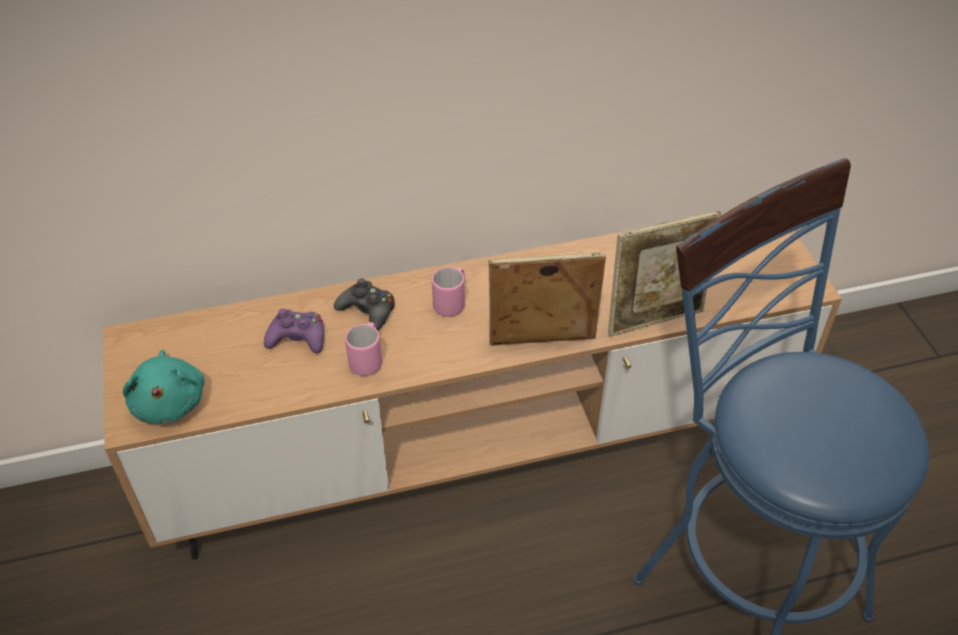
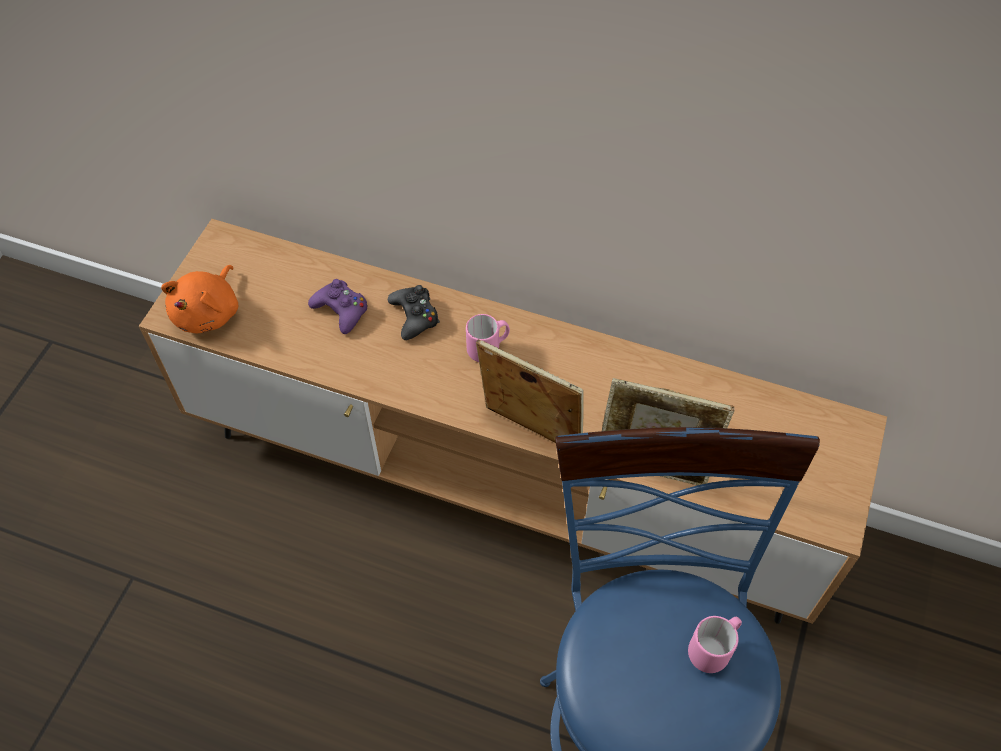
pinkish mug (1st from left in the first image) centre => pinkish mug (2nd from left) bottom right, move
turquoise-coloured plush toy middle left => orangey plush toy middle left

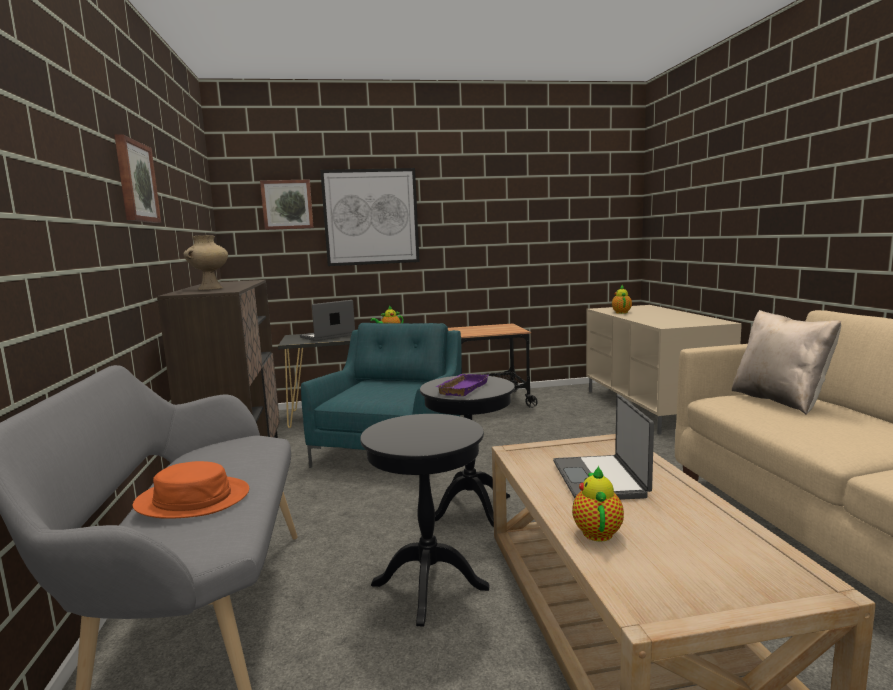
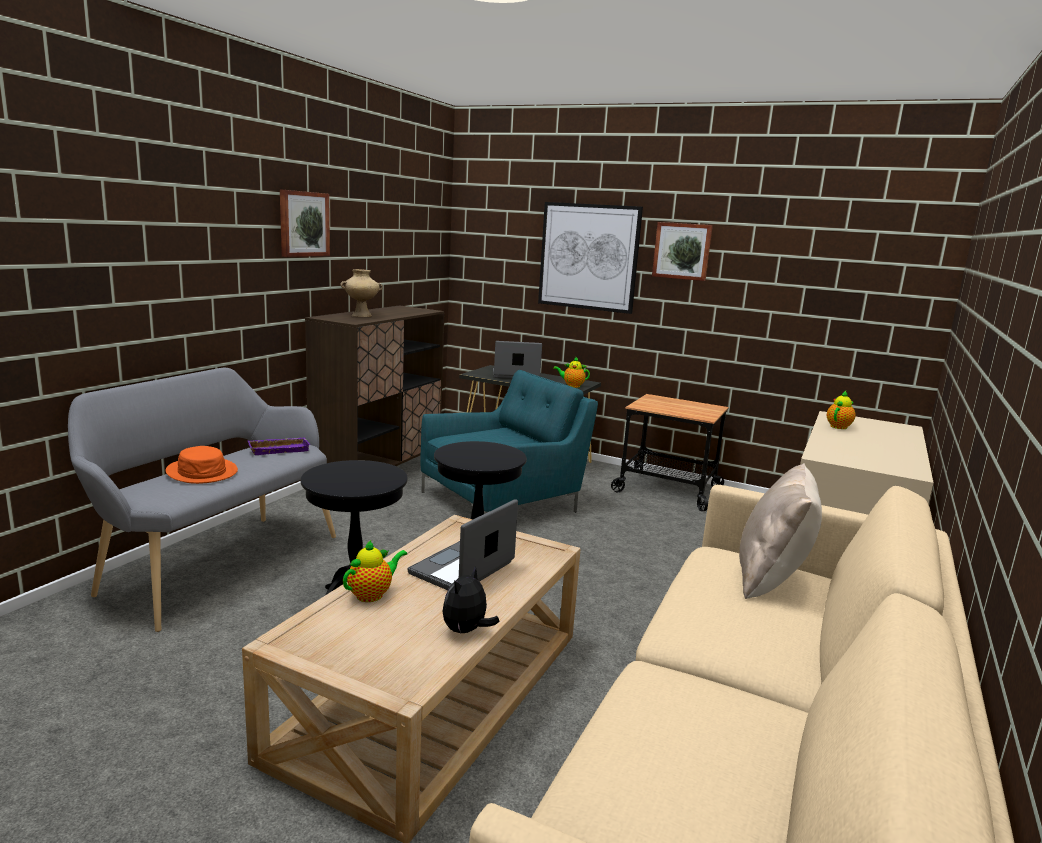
wall picture (2nd from left in the first image) top left => wall picture (3rd from left) top centre, move
purple-coloured tray centre => purple-coloured tray middle left, move
nothing => plush toy bottom centre

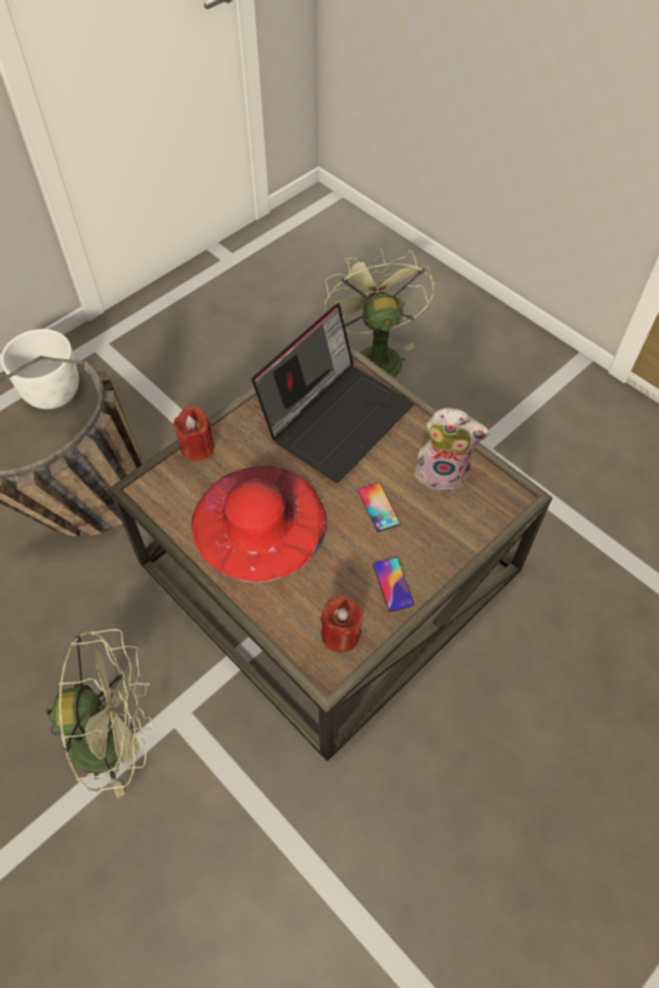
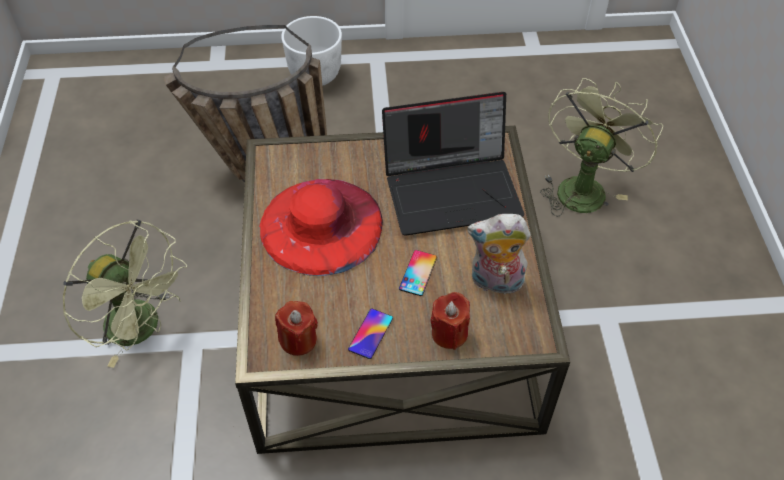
reddish candle (1st from left in the first image) middle left => reddish candle (2nd from left) bottom centre, move
plush toy middle right => plush toy centre, 135 degrees clockwise

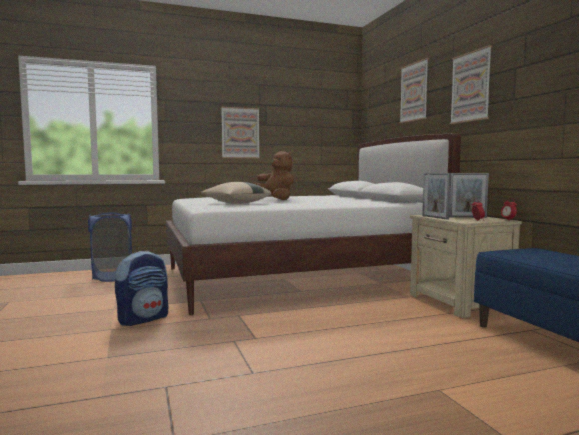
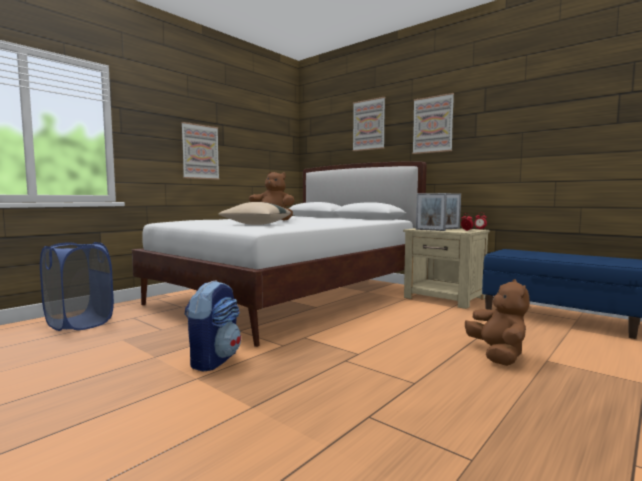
nothing => brownish plush toy (2nd from left) bottom right

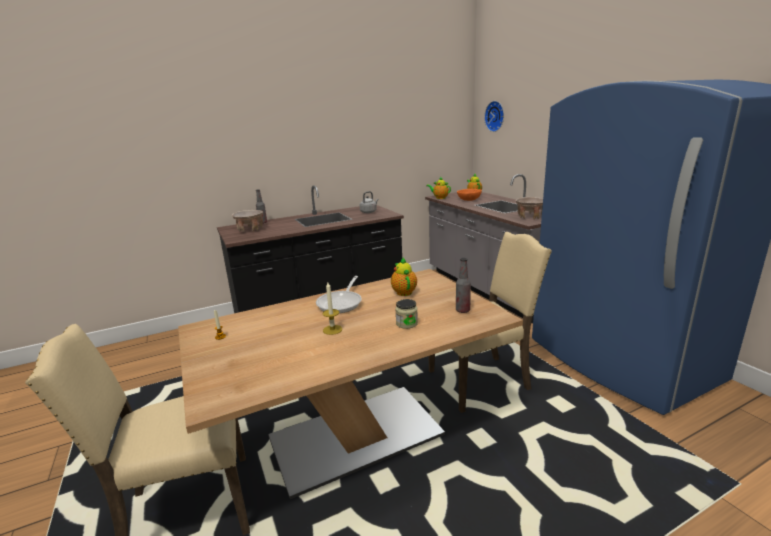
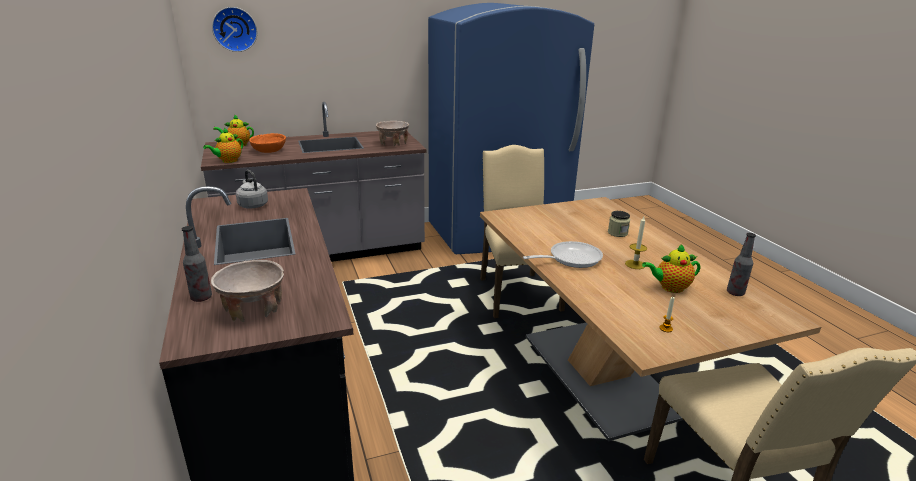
pot for tea (1st from left in the first image) centre => pot for tea (3rd from left) middle right, move
beverage bottle (2nd from left) centre => beverage bottle (2nd from left) middle right, move
frying pan centre, 45 degrees counterclockwise

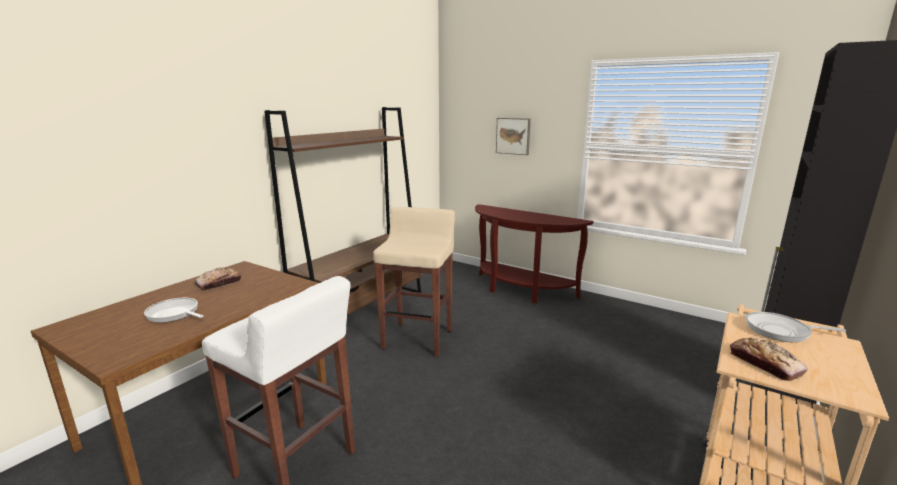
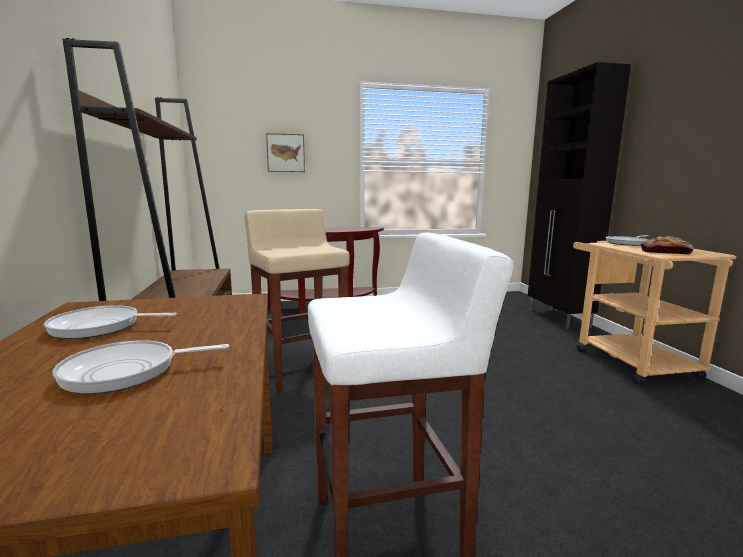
baked bread (1st from left) middle left => frying pan (1st from left) middle left

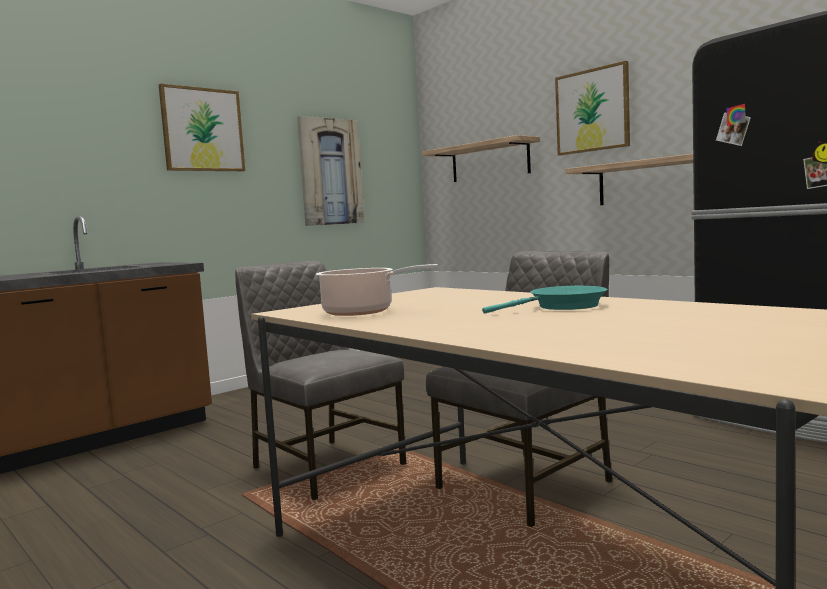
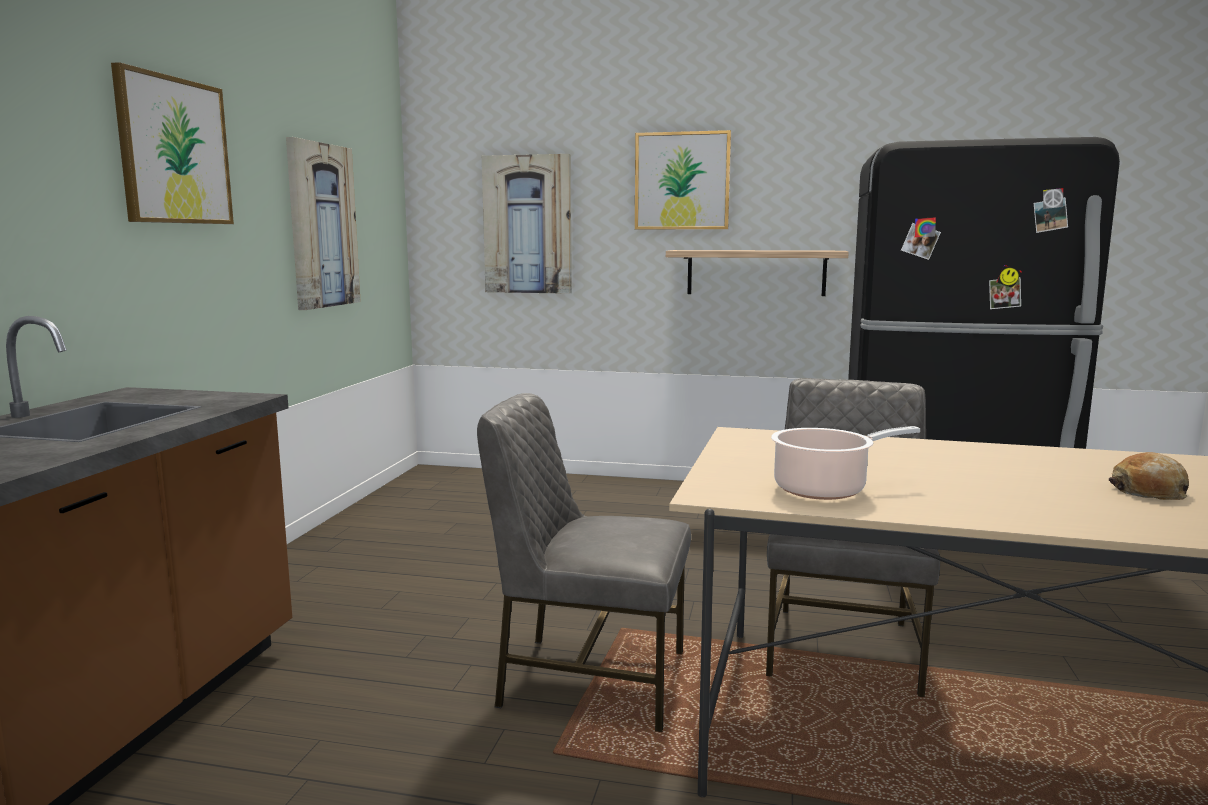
shelf (1st from left) top centre => wall picture (3rd from left) top centre
turquoise-coloured frying pan centre => nothing
nothing => baked bread middle right

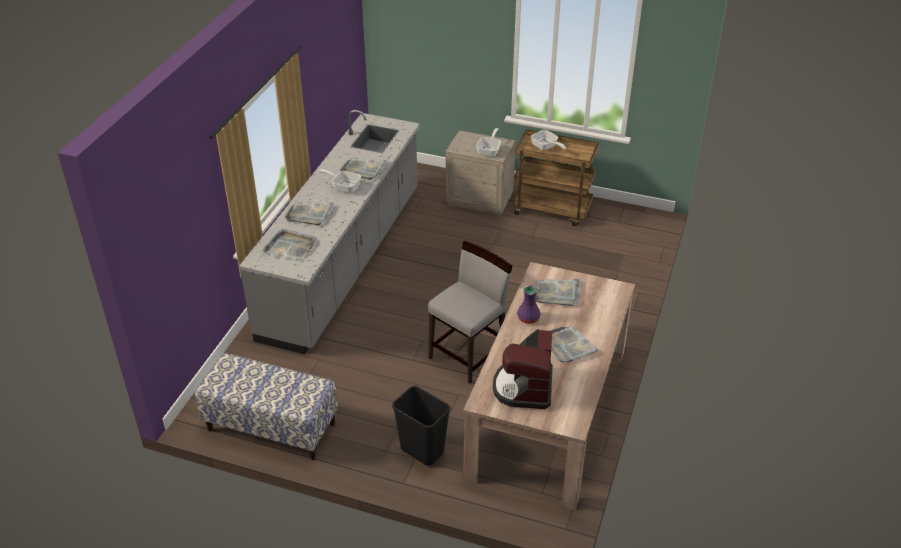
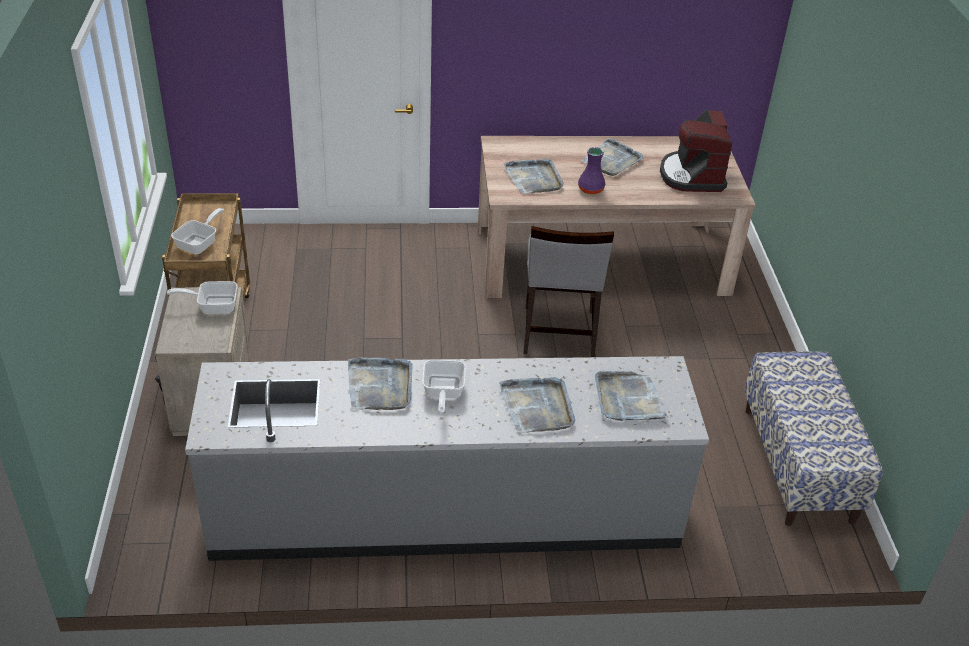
grey chair centre, 105 degrees counterclockwise
coffee machine bottom centre => coffee machine top right, 105 degrees clockwise
black-coloured rubbish bin bottom centre => nothing

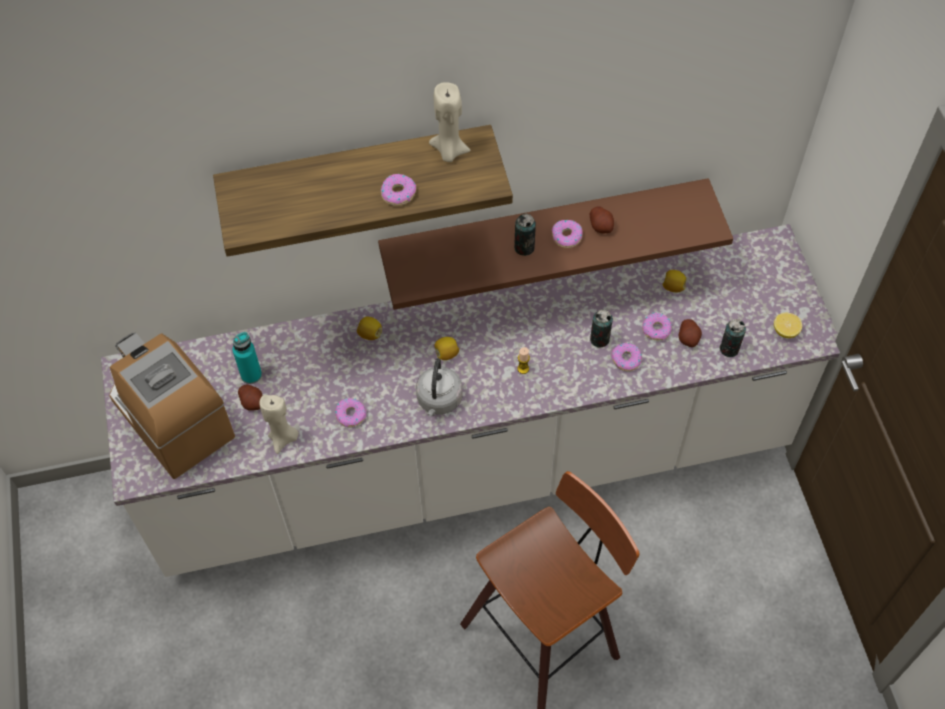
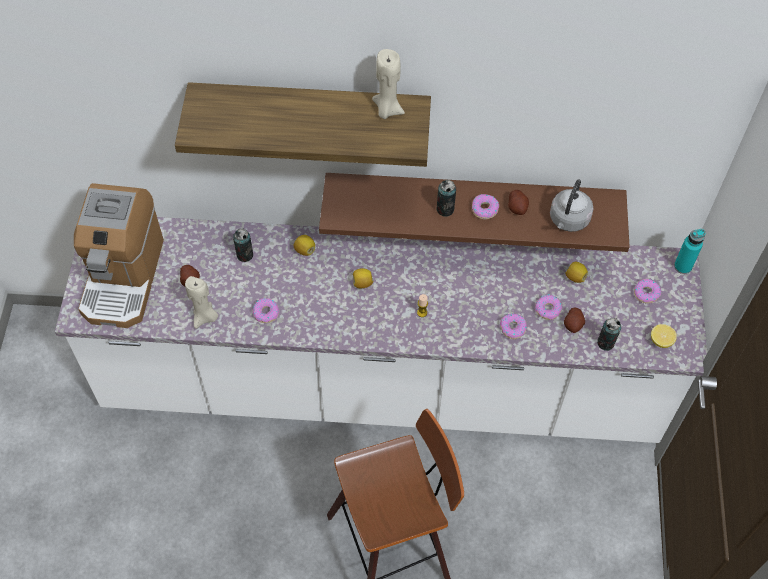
doughnut (2nd from left in the first image) top centre => doughnut (5th from left) middle right, move
can (2nd from left in the first image) centre => can (1st from left) middle left, move
turquoise-coloured beverage bottle middle left => turquoise-coloured beverage bottle middle right, move
coffee machine middle left, 150 degrees counterclockwise
grey kettle centre => grey kettle middle right, move

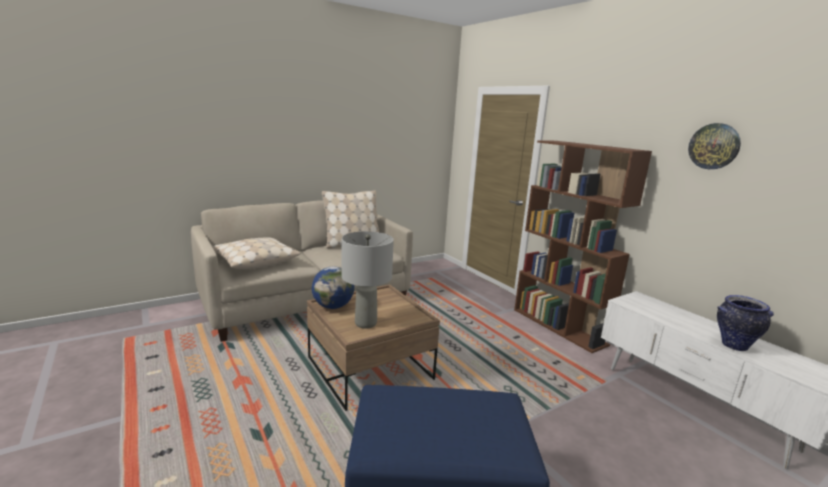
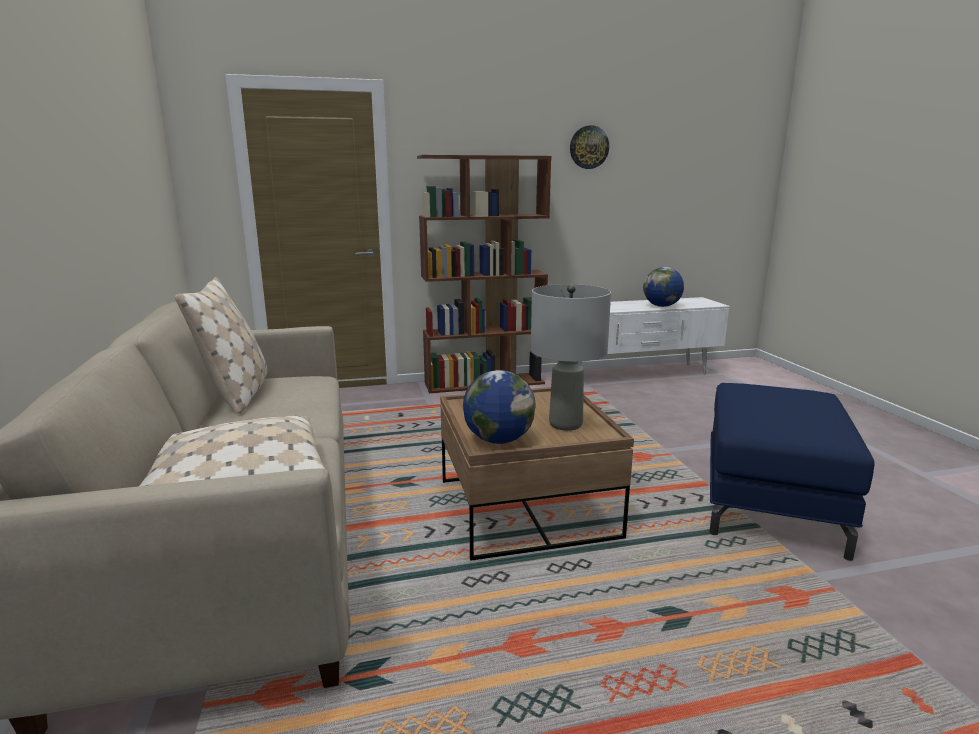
flower vase middle right => world globe (2nd from left) middle right

